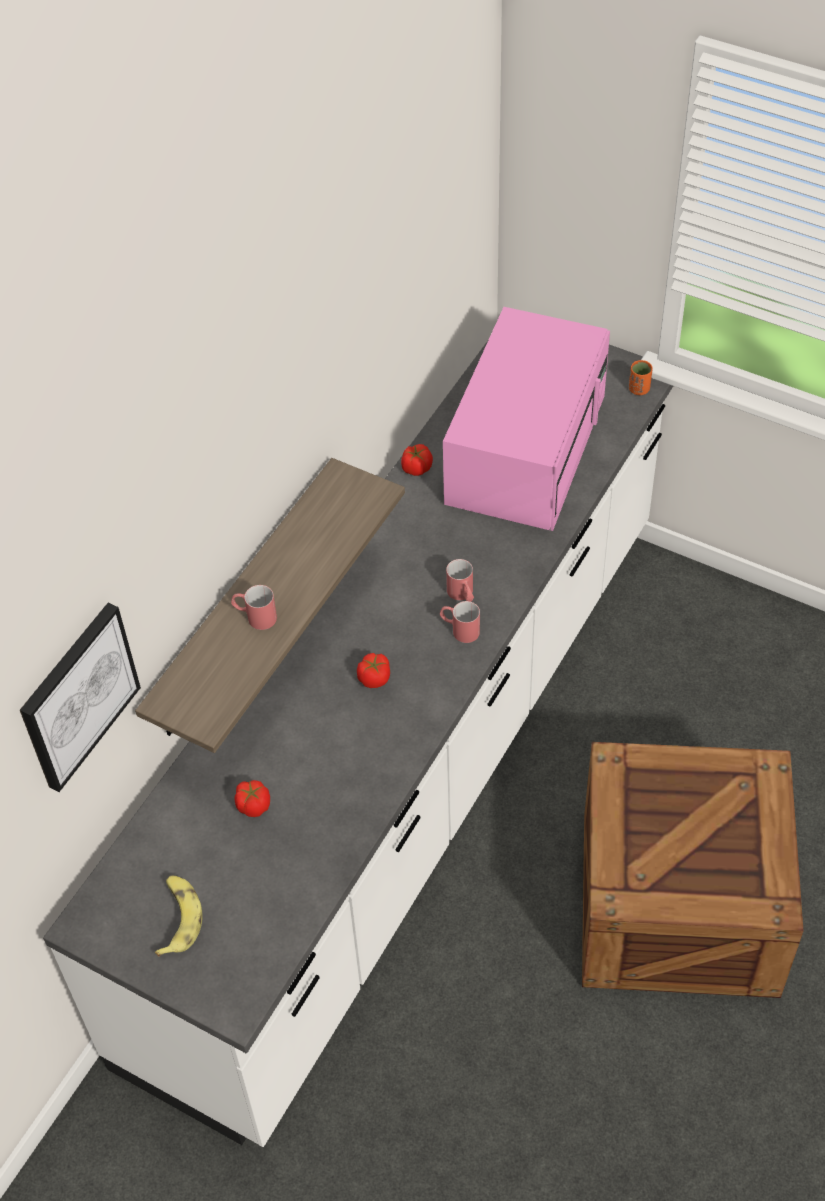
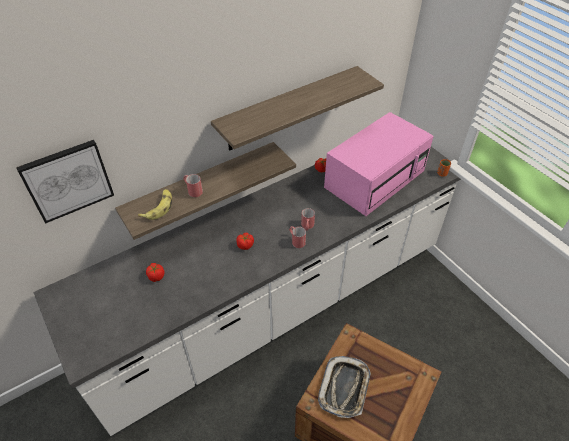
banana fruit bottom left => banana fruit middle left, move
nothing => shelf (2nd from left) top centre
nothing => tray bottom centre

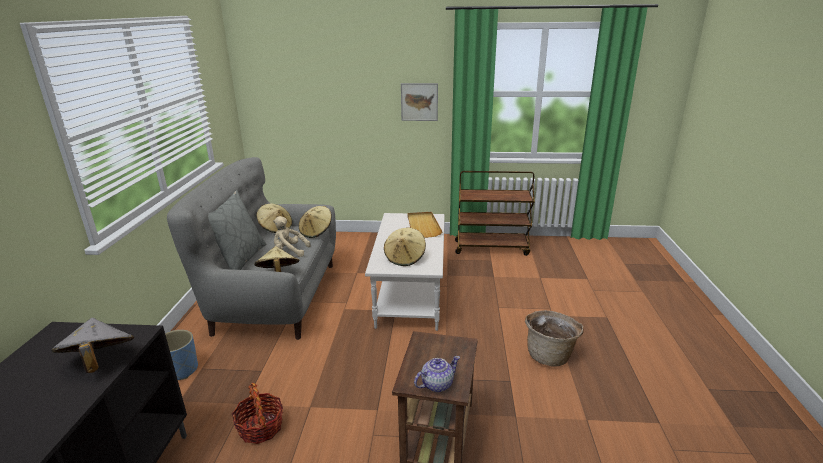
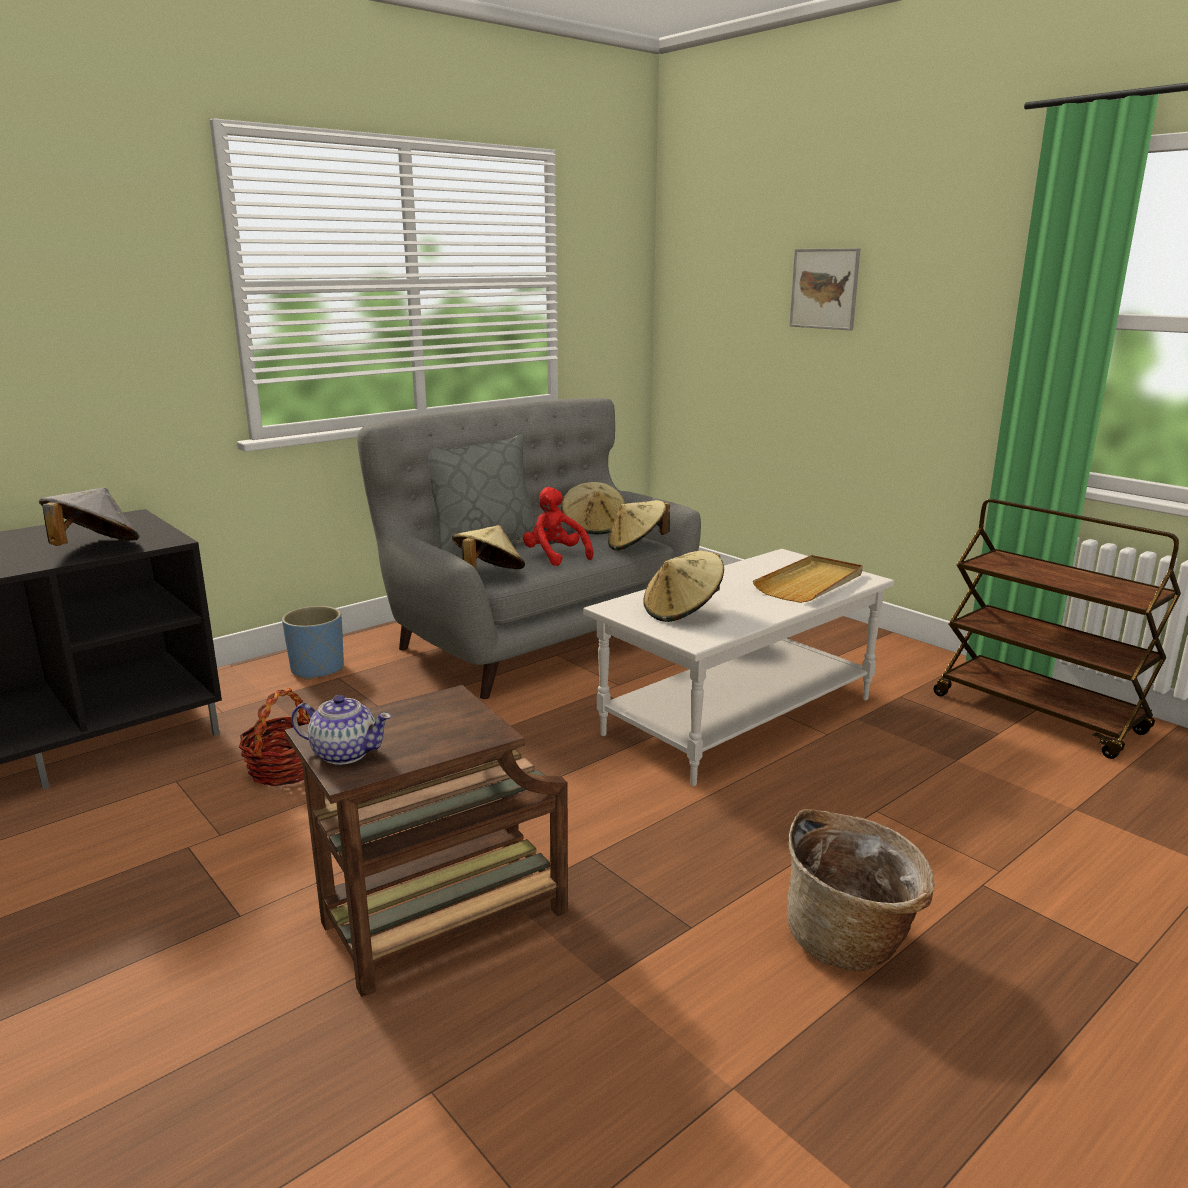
wall picture top centre => wall picture top right, move
sand-coloured plush toy centre => reddish plush toy centre

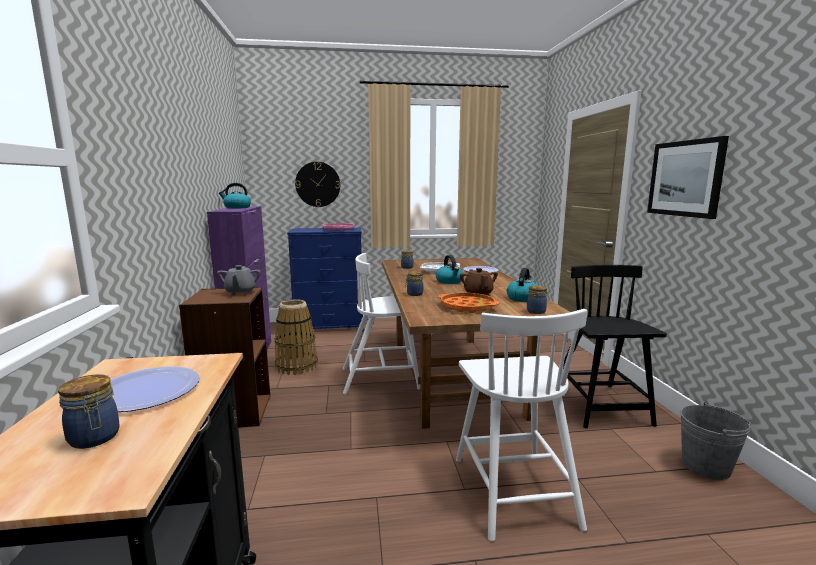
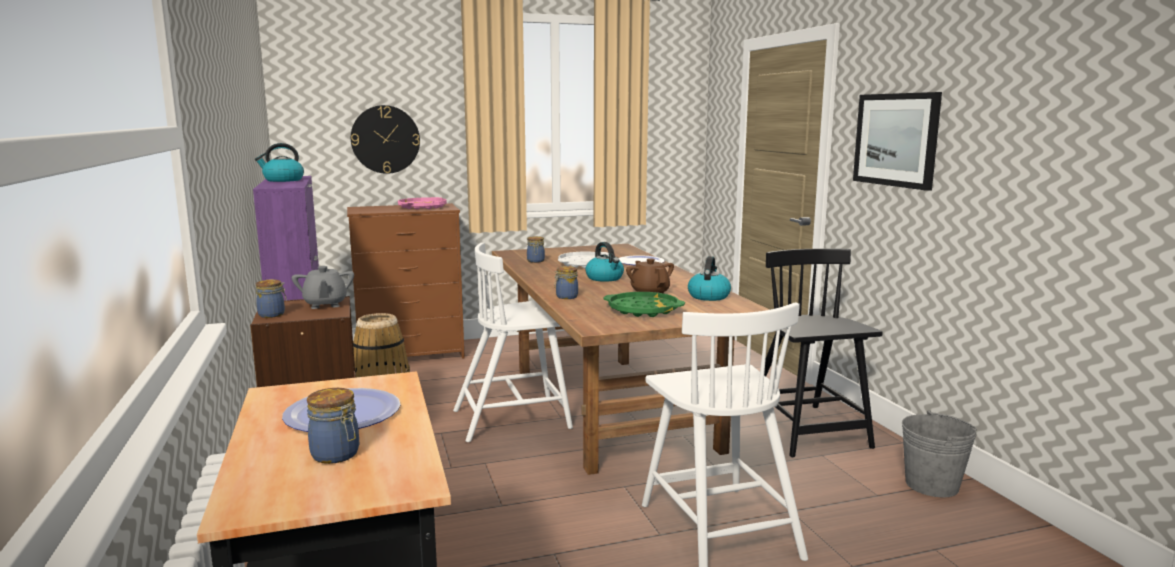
blue chest of drawers centre => brownish chest of drawers centre
preserve jar (4th from left in the first image) centre => preserve jar (1st from left) middle left, move
orangey tray centre => greenish tray centre

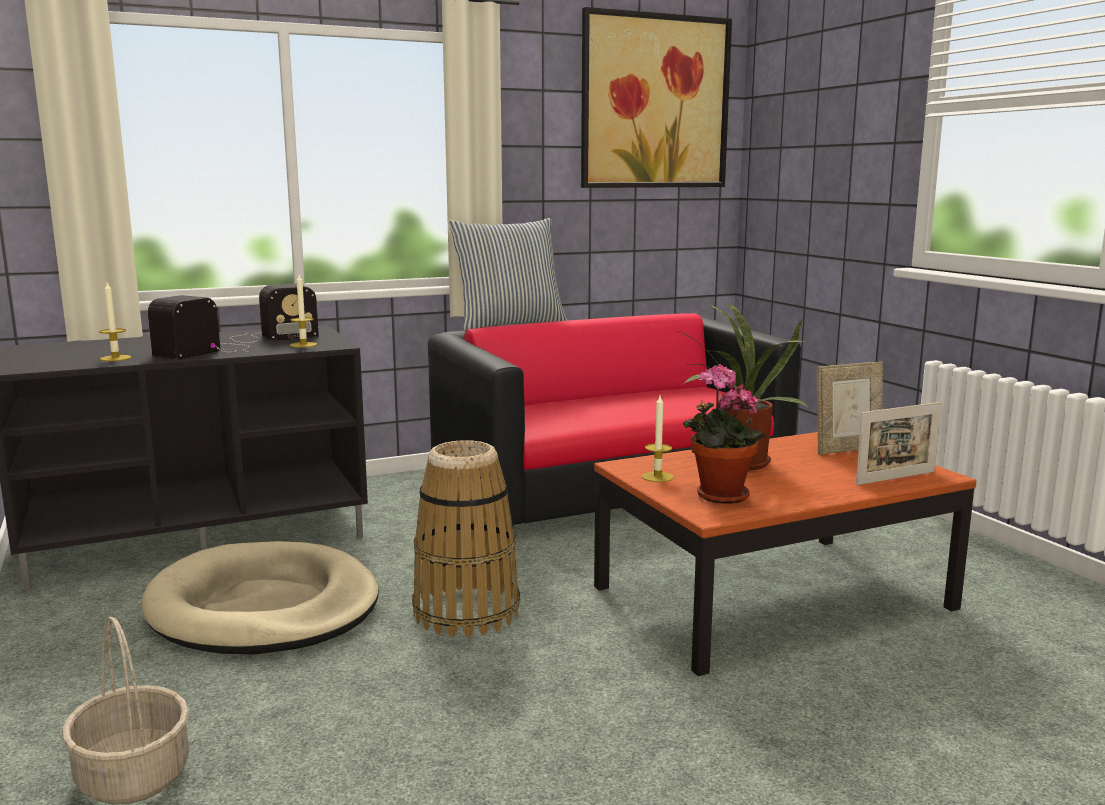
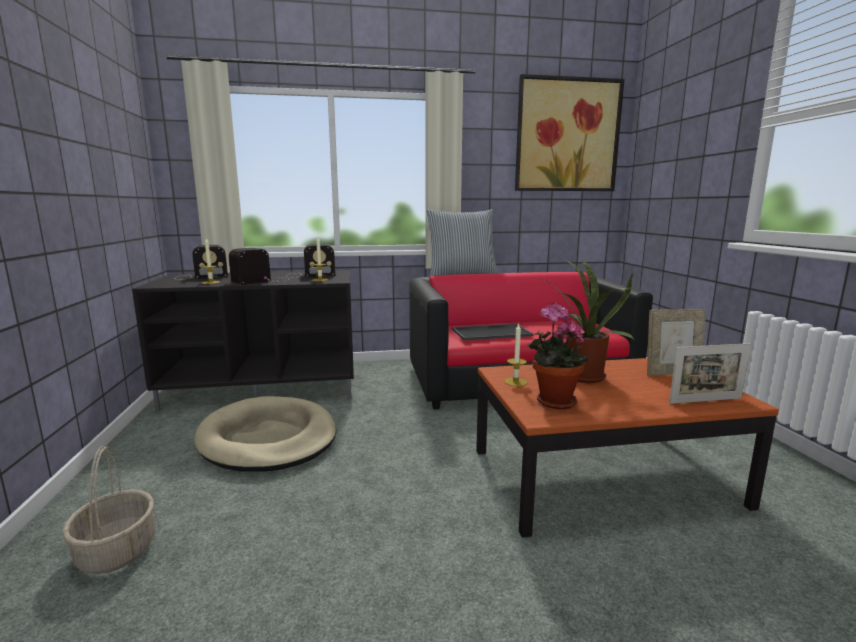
storage basket (2nd from left) bottom centre => nothing
nothing => radio set (1st from left) middle left
nothing => tray centre

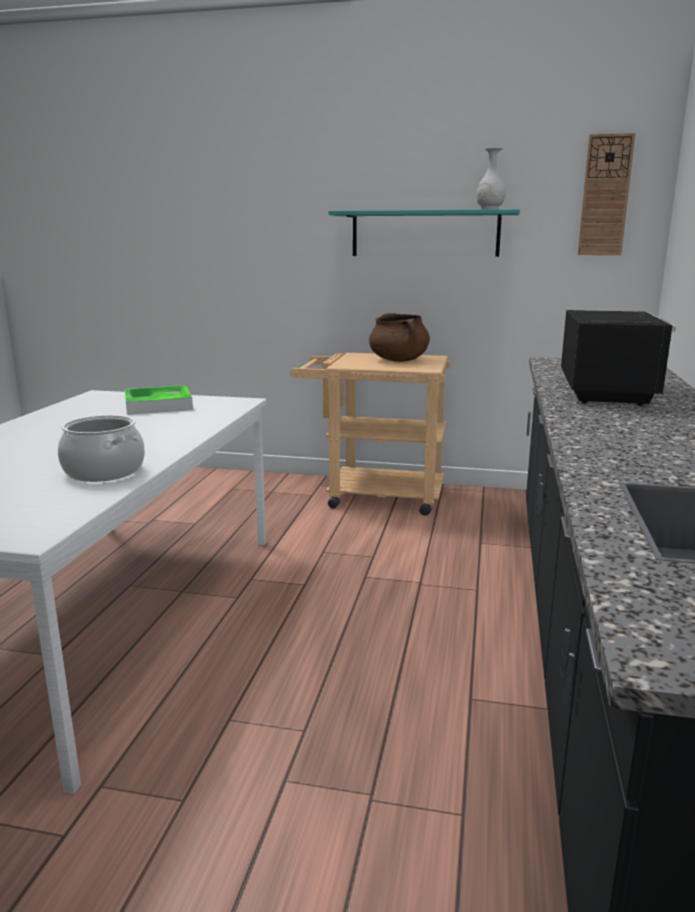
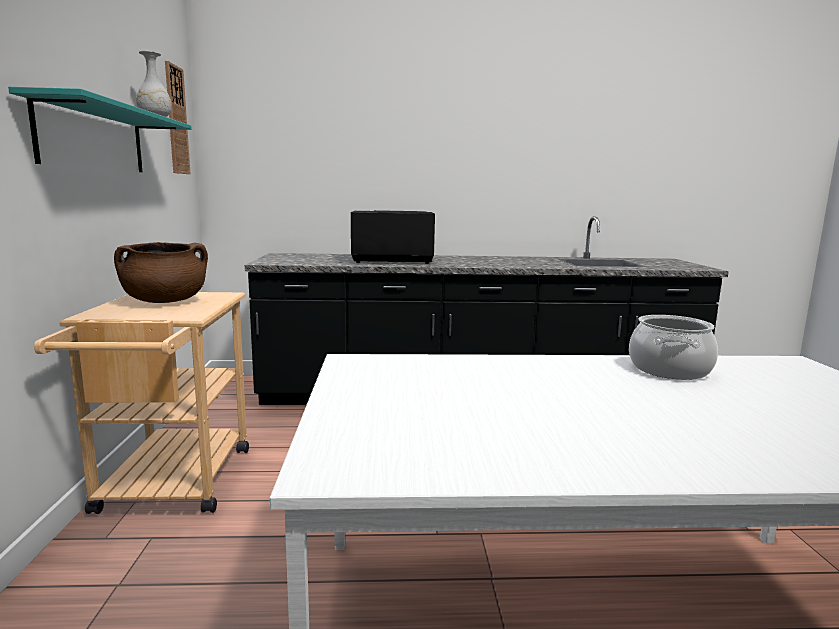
tray middle left => nothing

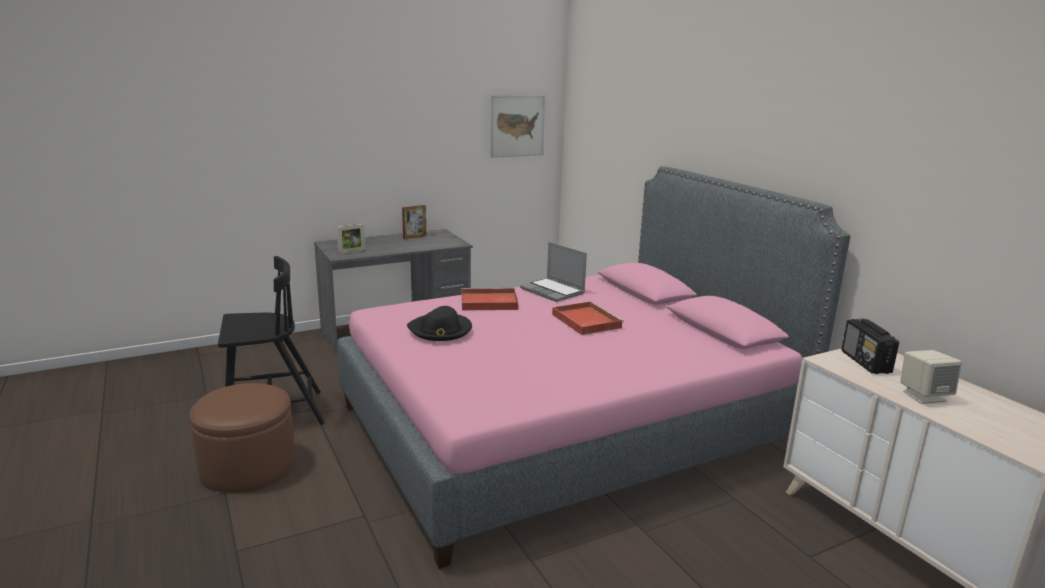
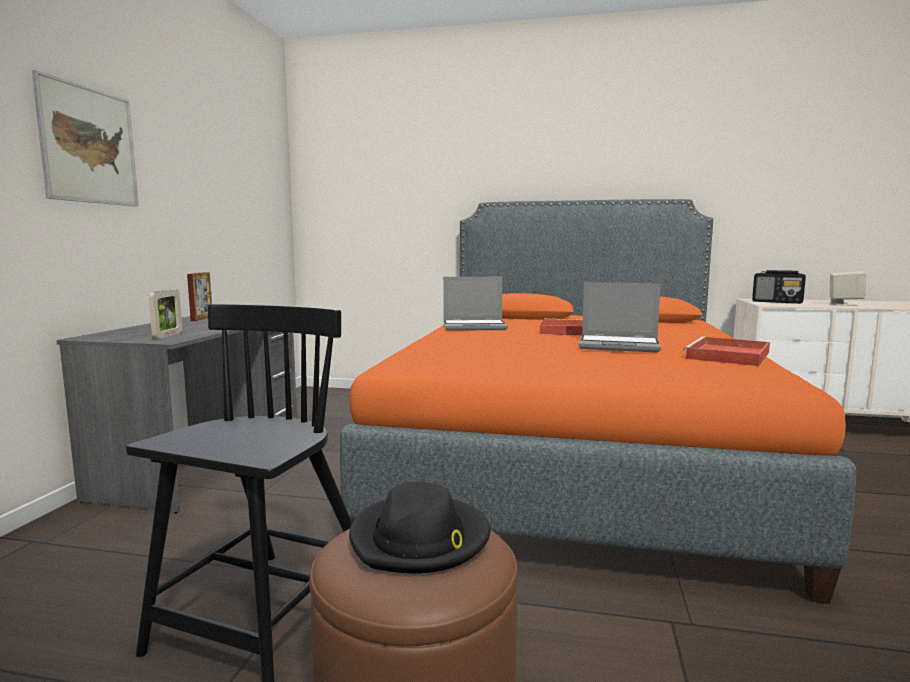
wall picture top centre => wall picture top left, move
pinkish bed centre => orangey bed centre
reddish tray (1st from left in the first image) centre => reddish tray (2nd from left) middle right, move
black-coloured wearable hat centre => black-coloured wearable hat bottom centre, move
nothing => portable computer (2nd from left) middle right

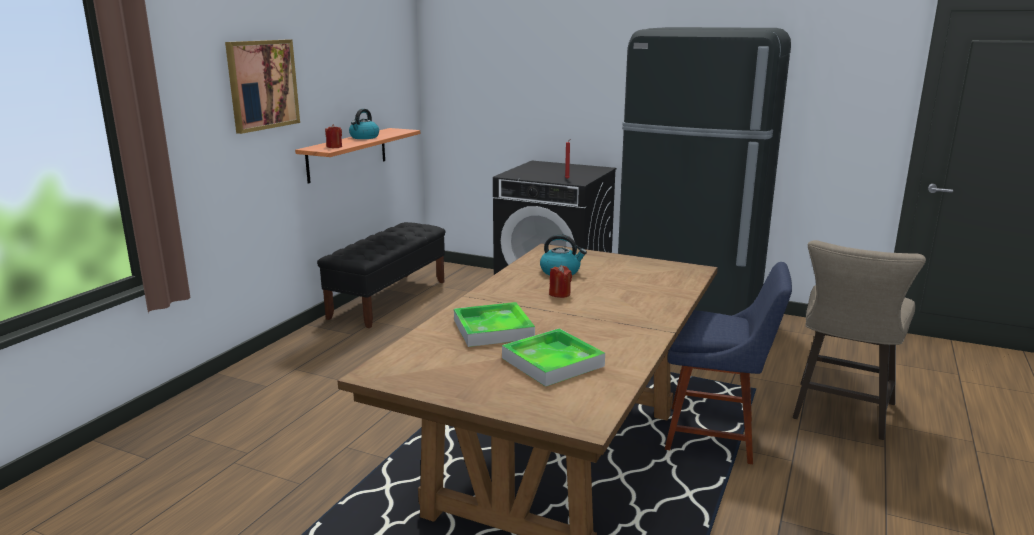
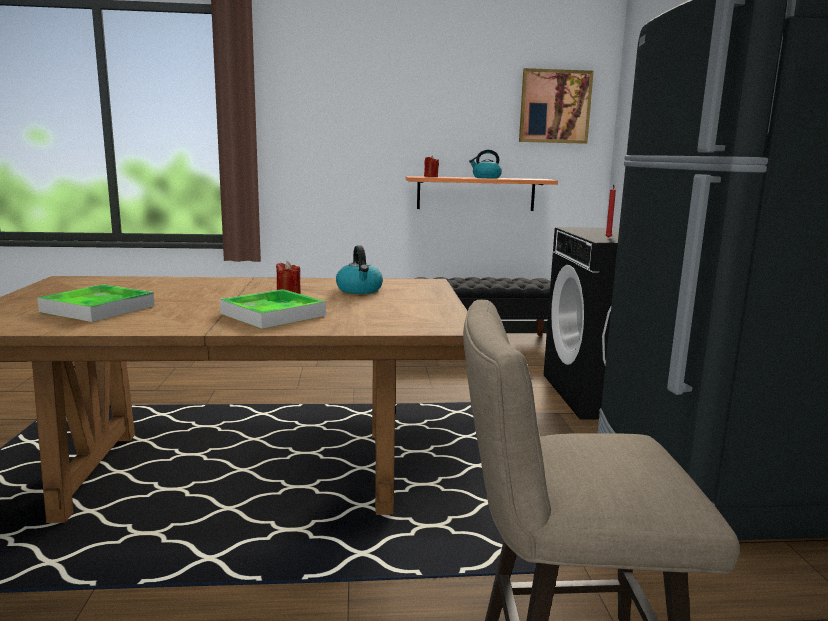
wall picture top left => wall picture top right, move
blue chair bottom right => nothing
tray (1st from left in the first image) centre => tray (2nd from left) middle left, move

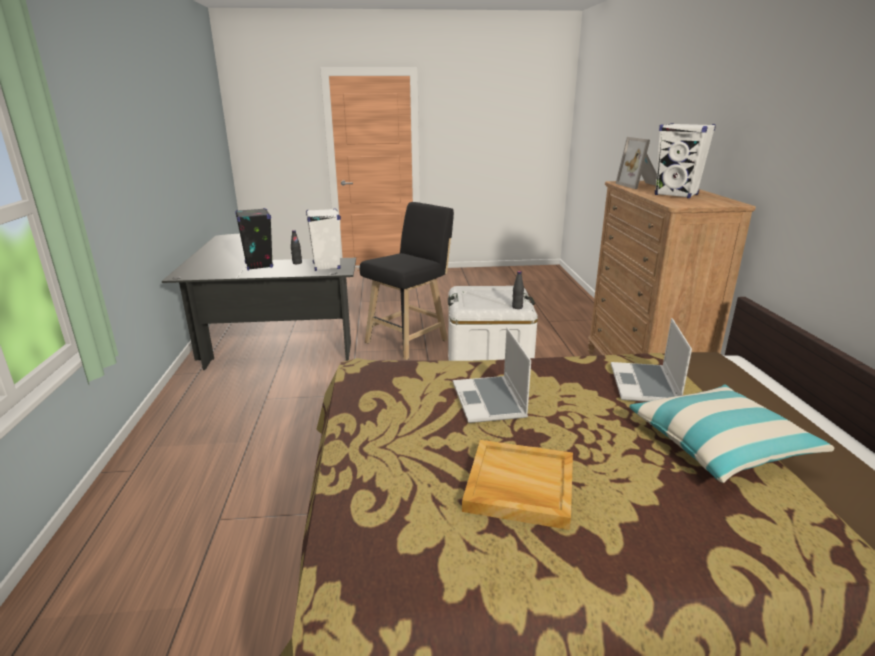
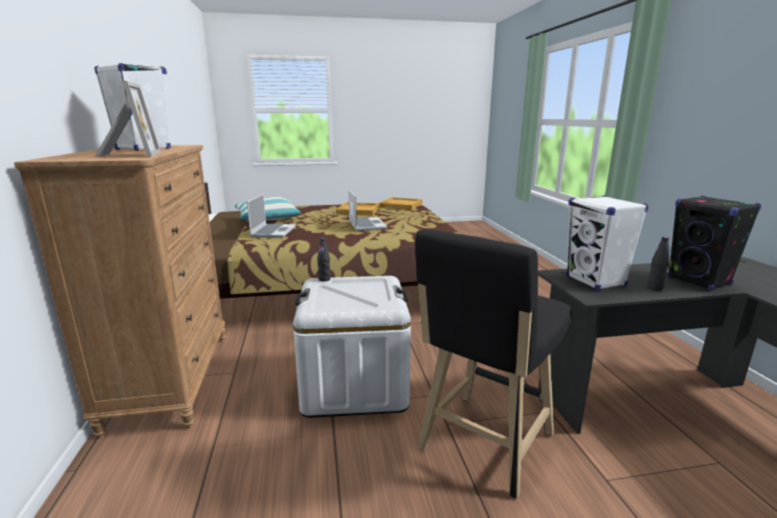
nothing => sand-coloured tray (2nd from left) centre

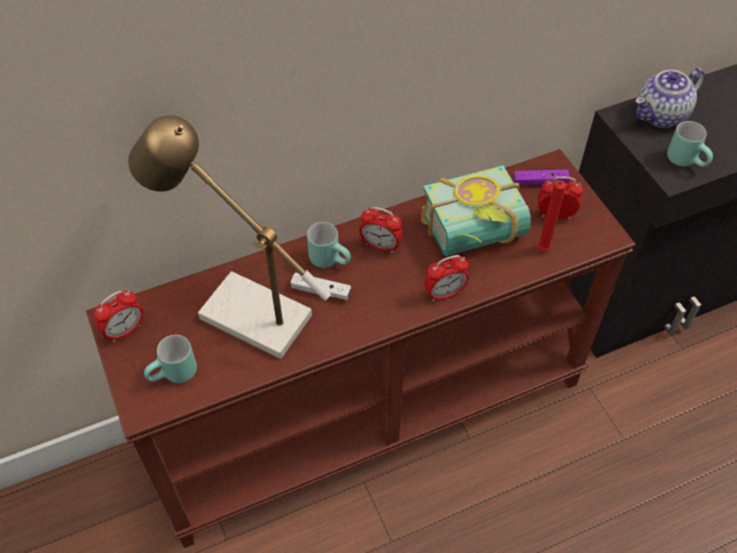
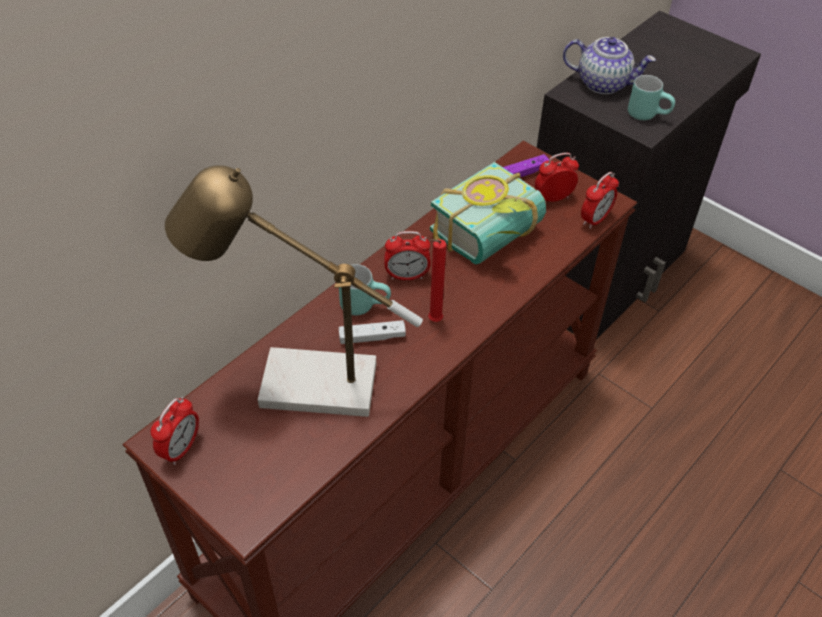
pot for tea top right, 105 degrees counterclockwise
reddish candle middle right => reddish candle centre, move
alarm clock (3rd from left in the first image) centre => alarm clock (4th from left) top right, move
turquoise-coloured mug (1st from left) middle left => nothing

